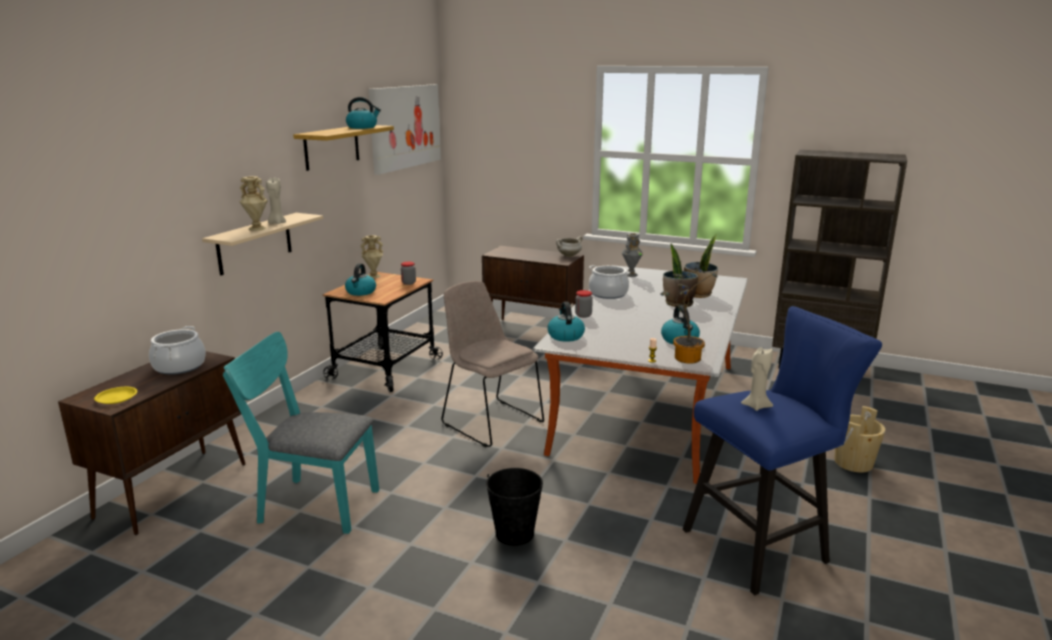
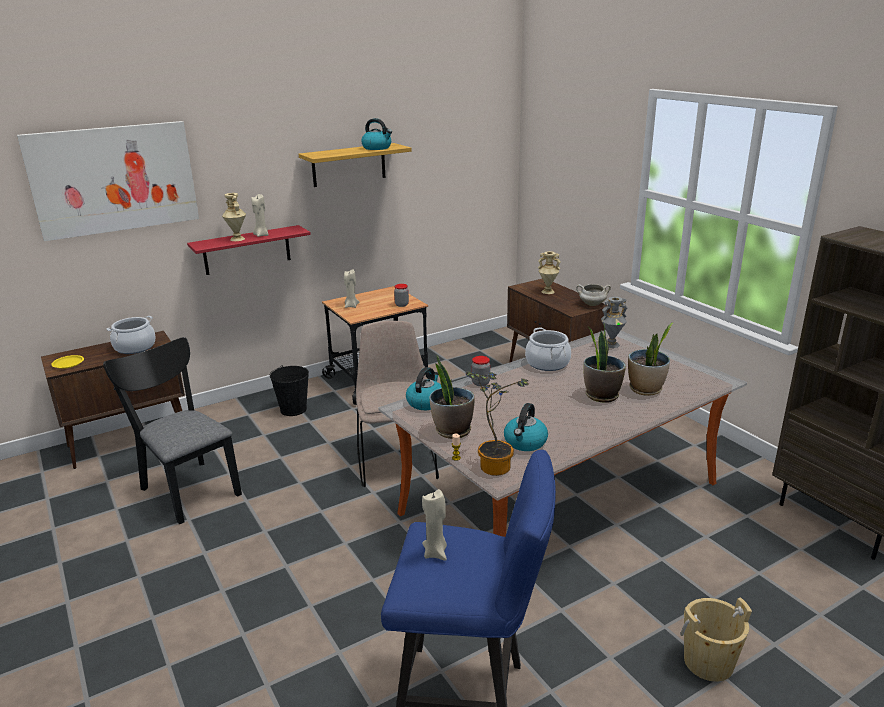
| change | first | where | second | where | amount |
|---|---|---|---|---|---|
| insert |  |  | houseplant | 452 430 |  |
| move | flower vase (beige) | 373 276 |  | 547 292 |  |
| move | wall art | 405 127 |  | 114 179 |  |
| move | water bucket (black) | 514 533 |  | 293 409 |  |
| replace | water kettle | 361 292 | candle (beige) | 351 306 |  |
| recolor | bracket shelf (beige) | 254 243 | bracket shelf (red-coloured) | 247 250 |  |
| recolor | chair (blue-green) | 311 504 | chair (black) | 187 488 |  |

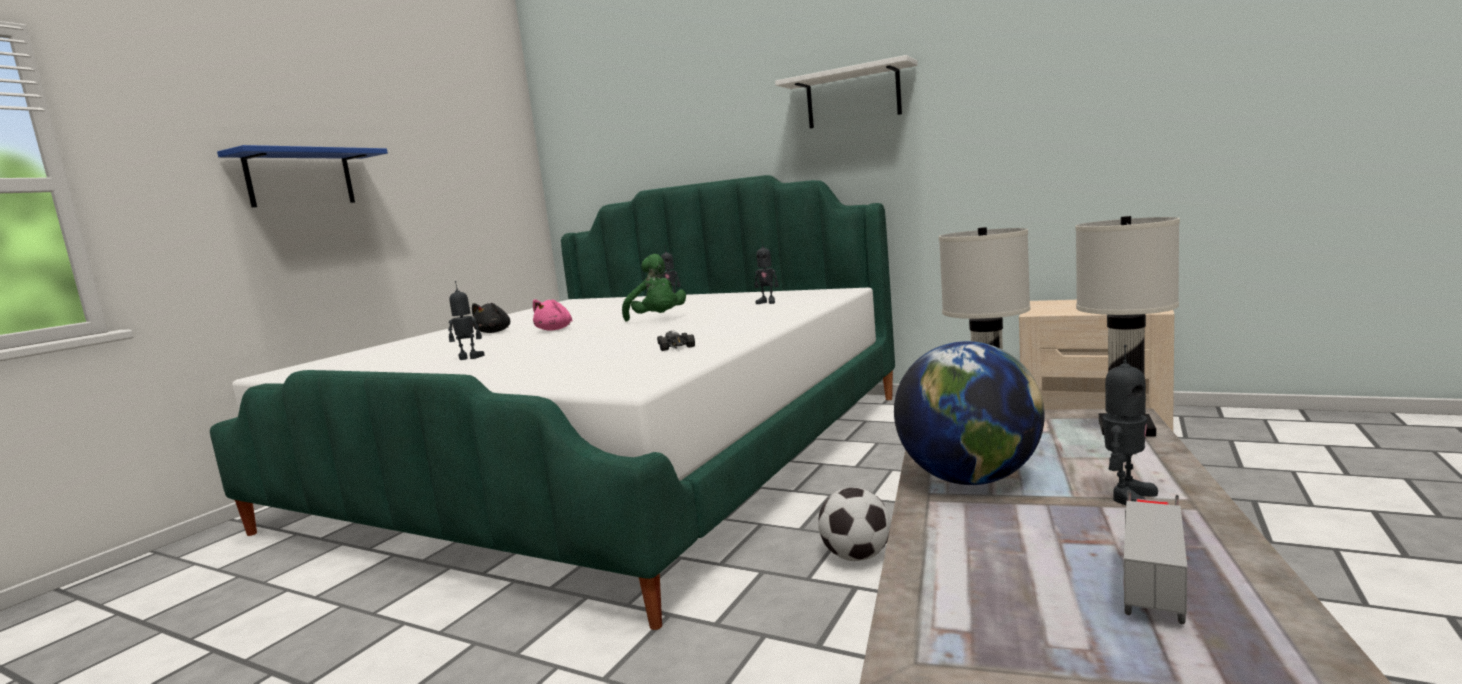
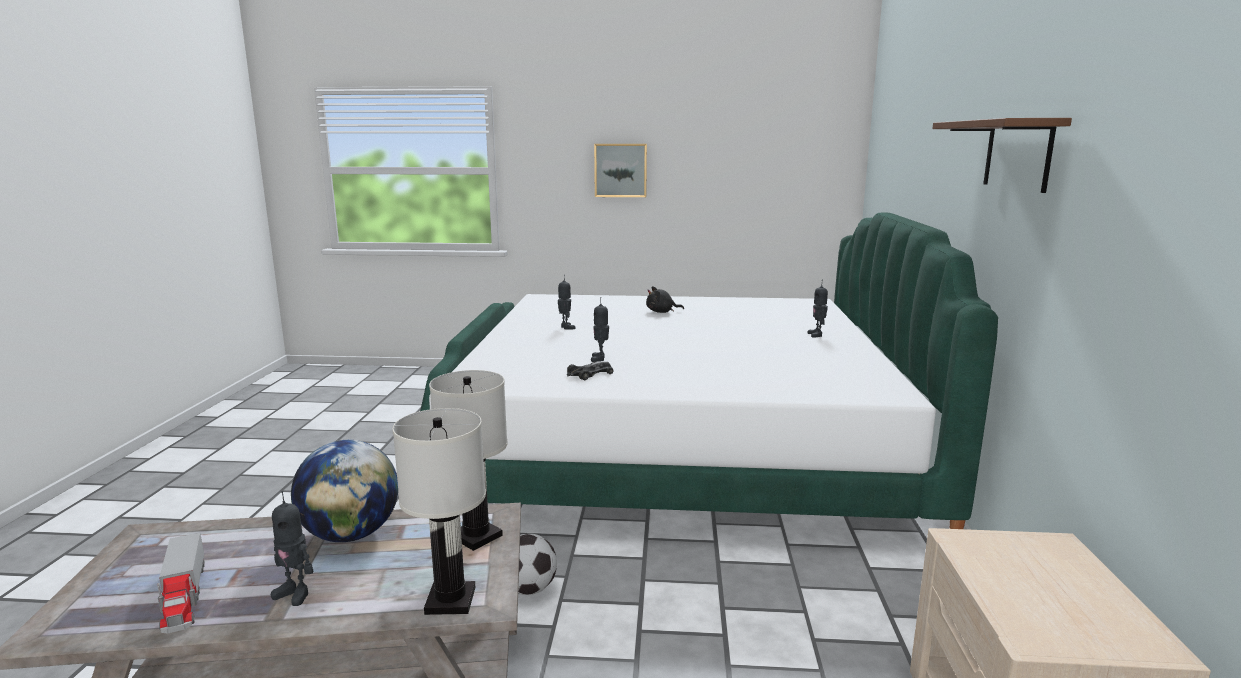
| change | first | where | second | where | amount |
|---|---|---|---|---|---|
| delete | plush toy (pinkish) | 555 329 |  |  |  |
| delete | plush toy (green-coloured) | 657 320 |  |  |  |
| move | robot figure | 767 302 |  | 600 358 |  |
| replace | bracket shelf (blue-coloured) | 300 178 | wall art | 620 170 |  |
| recolor | bracket shelf (white-coloured) | 853 97 | bracket shelf (brown-coloured) | 1017 154 |  |
| rotate | model truck | 1153 572 |  | 184 596 | 60 degrees clockwise |

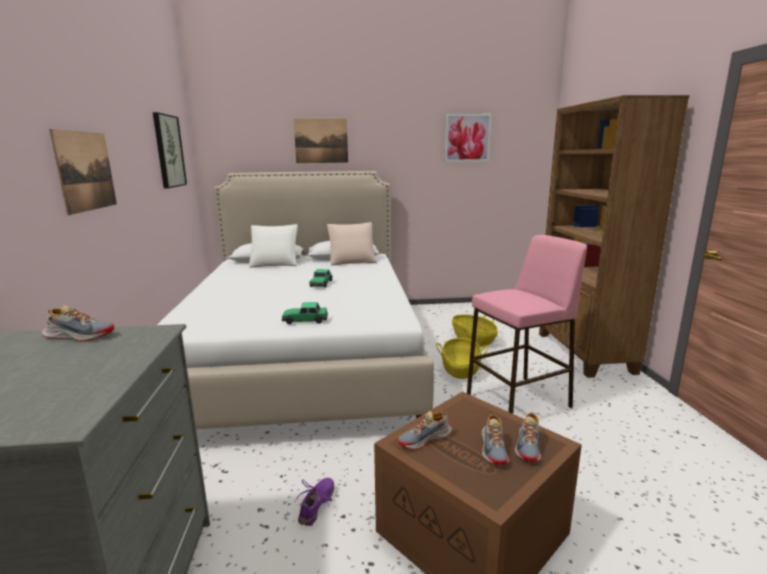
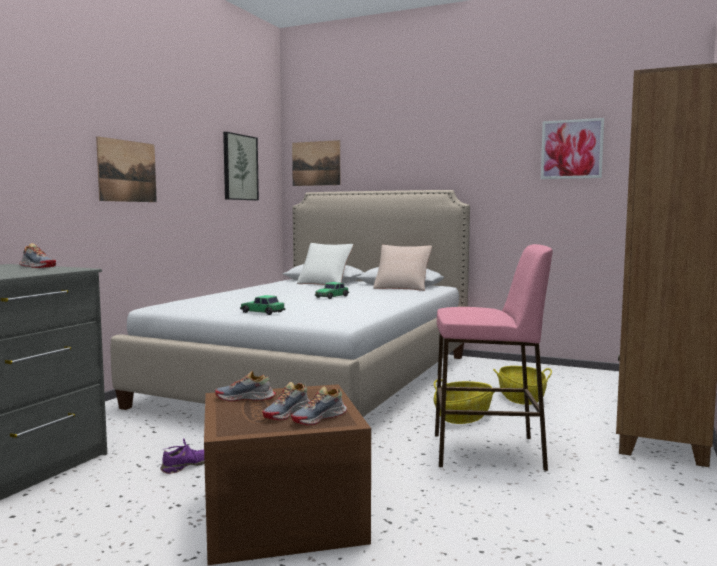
| change | first | where | second | where | amount |
|---|---|---|---|---|---|
| move | wall art | 321 141 |  | 316 163 |  |

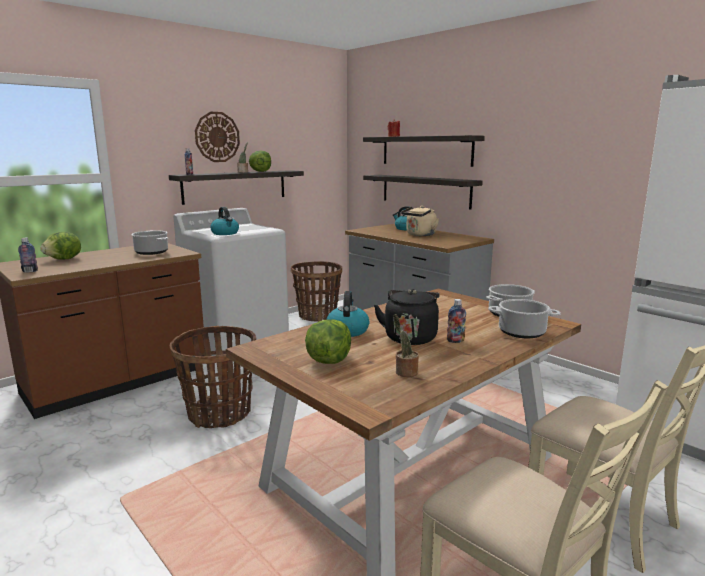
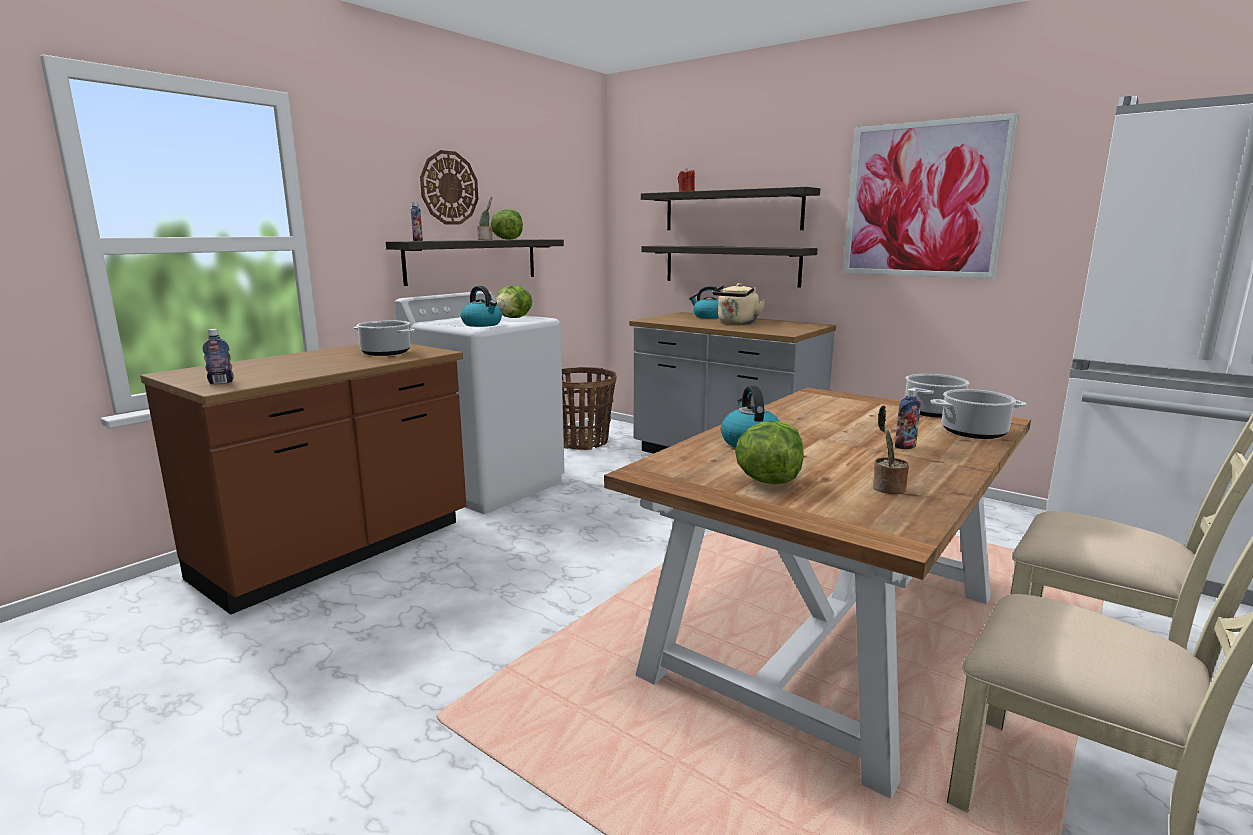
| change | first | where | second | where | amount |
|---|---|---|---|---|---|
| delete | household basket | 219 414 |  |  |  |
| delete | water kettle (black) | 410 337 |  |  |  |
| insert |  |  | wall art | 923 200 |  |
| move | lettuce head | 64 259 |  | 514 318 |  |

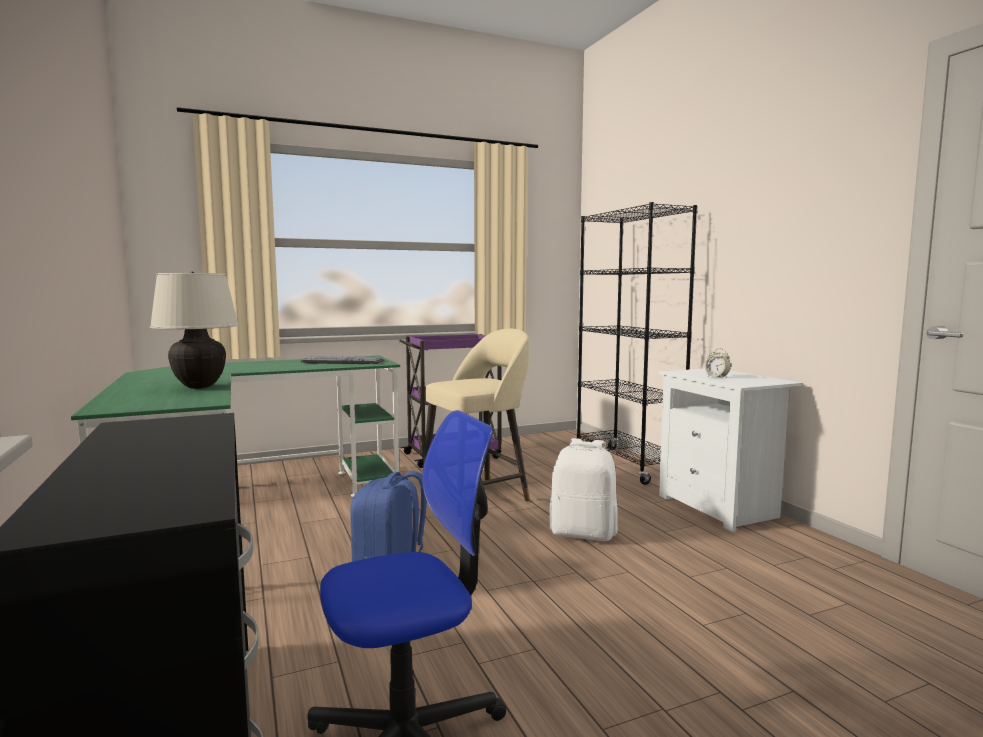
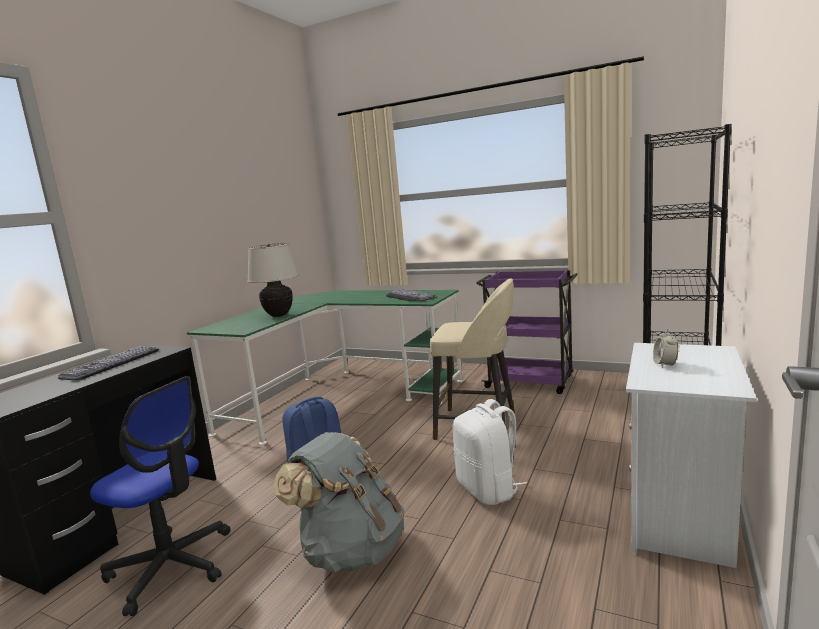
| change | first | where | second | where | amount |
|---|---|---|---|---|---|
| insert |  |  | computer keyboard | 108 363 |  |
| insert |  |  | knapsack (greyish) | 351 550 |  |

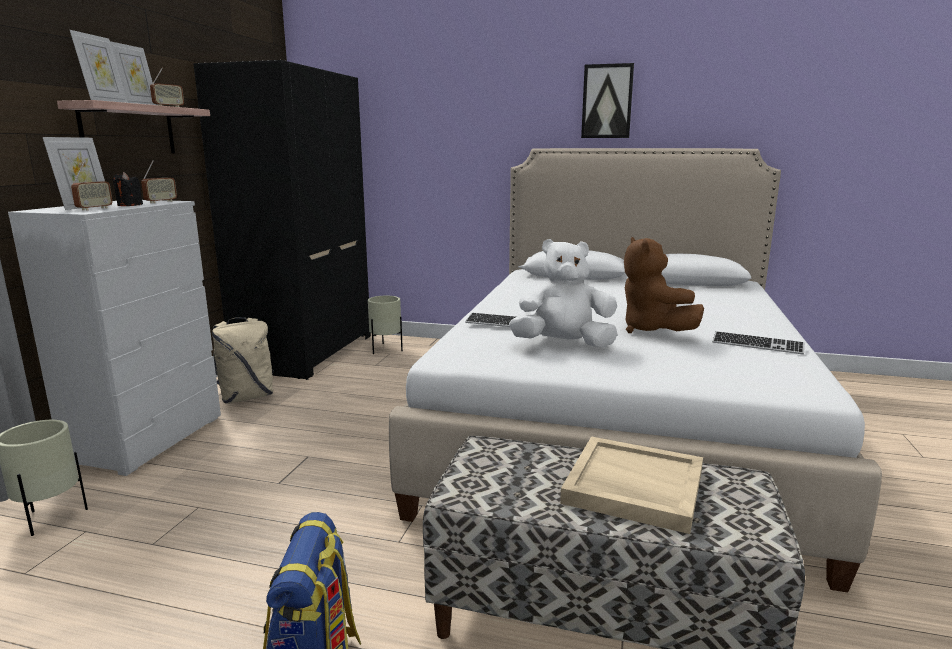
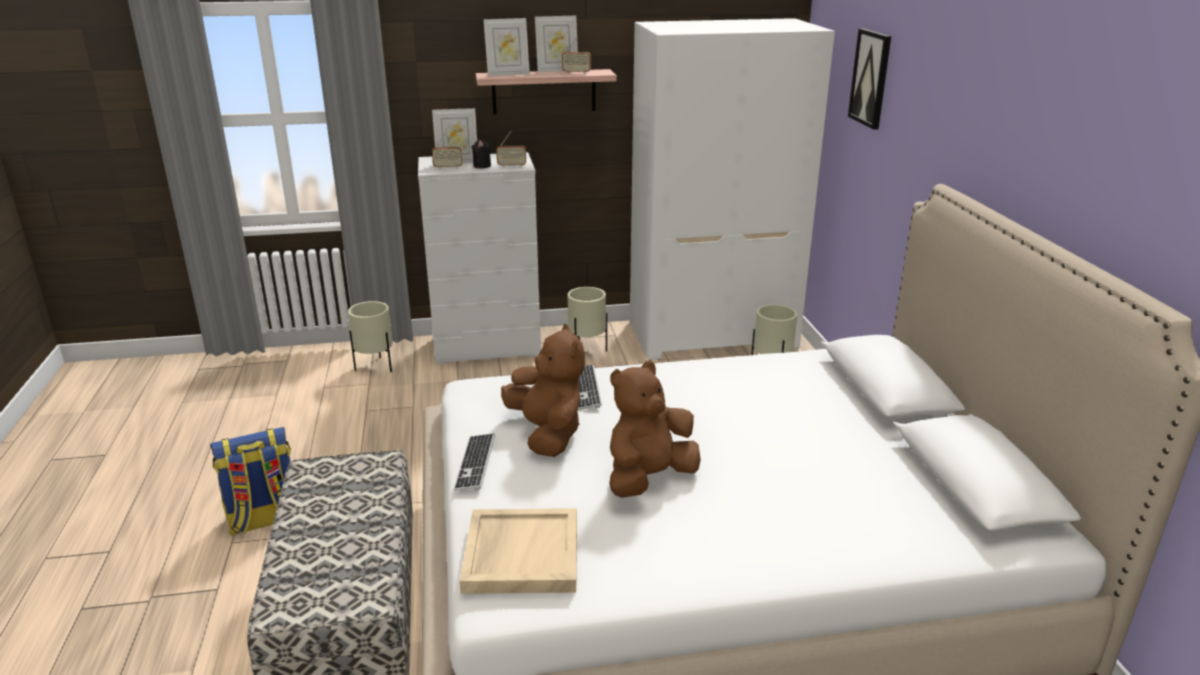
| change | first | where | second | where | amount |
|---|---|---|---|---|---|
| move | tray (beige) | 632 487 |  | 521 554 |  |
| move | wall art | 607 101 |  | 871 78 |  |
| move | computer keyboard | 757 345 |  | 475 463 |  |
| replace | knapsack (beige) | 246 397 | plant pot (beige) | 587 350 |  |
| recolor | armoire (black) | 305 352 | armoire (white-coloured) | 712 334 |  |
| recolor | plush toy (white-coloured) | 563 345 | plush toy (brown-coloured) | 547 434 |  |

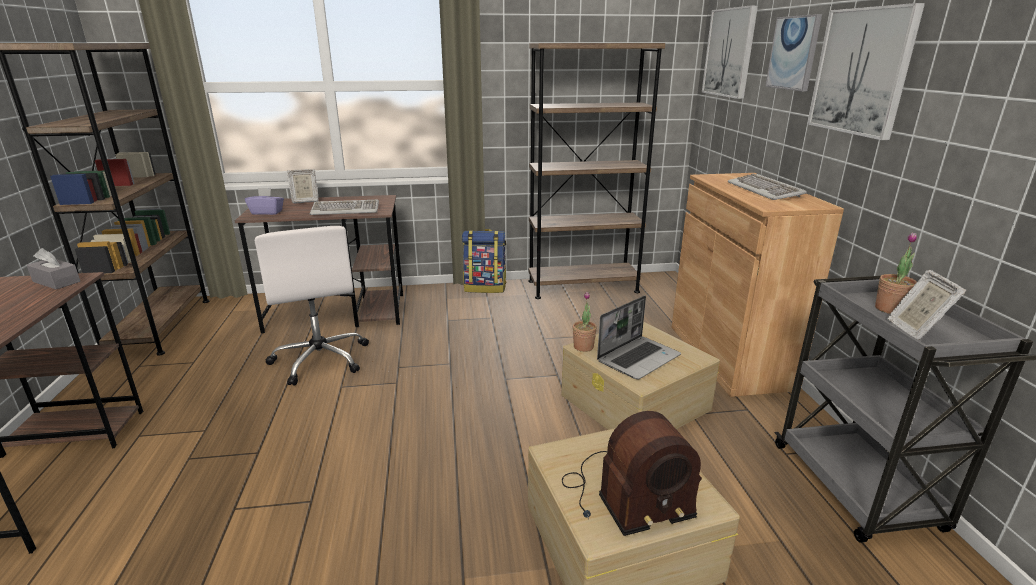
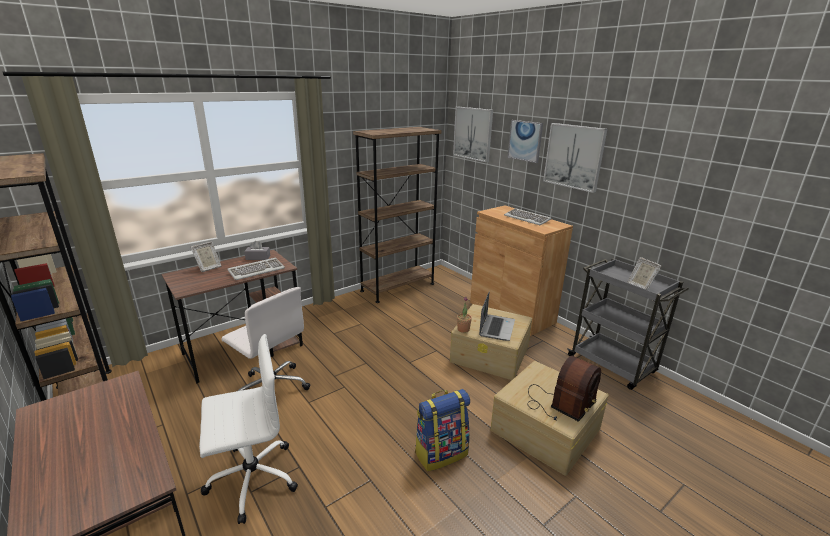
| change | first | where | second | where | amount |
|---|---|---|---|---|---|
| delete | tissue box (purple-coloured) | 267 212 |  |  |  |
| delete | houseplant | 890 309 |  |  |  |
| insert |  |  | office chair (white-coloured) | 251 478 |  |
| move | tissue box (greyish) | 56 282 |  | 258 257 |  |
| move | knapsack | 485 287 |  | 441 453 |  |

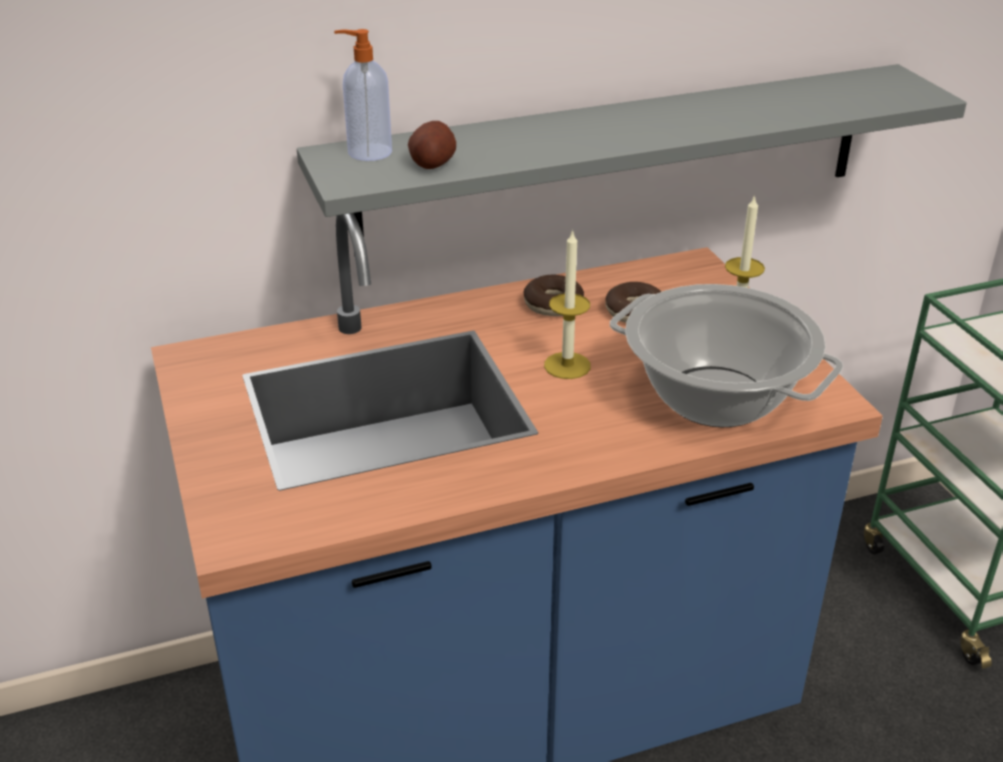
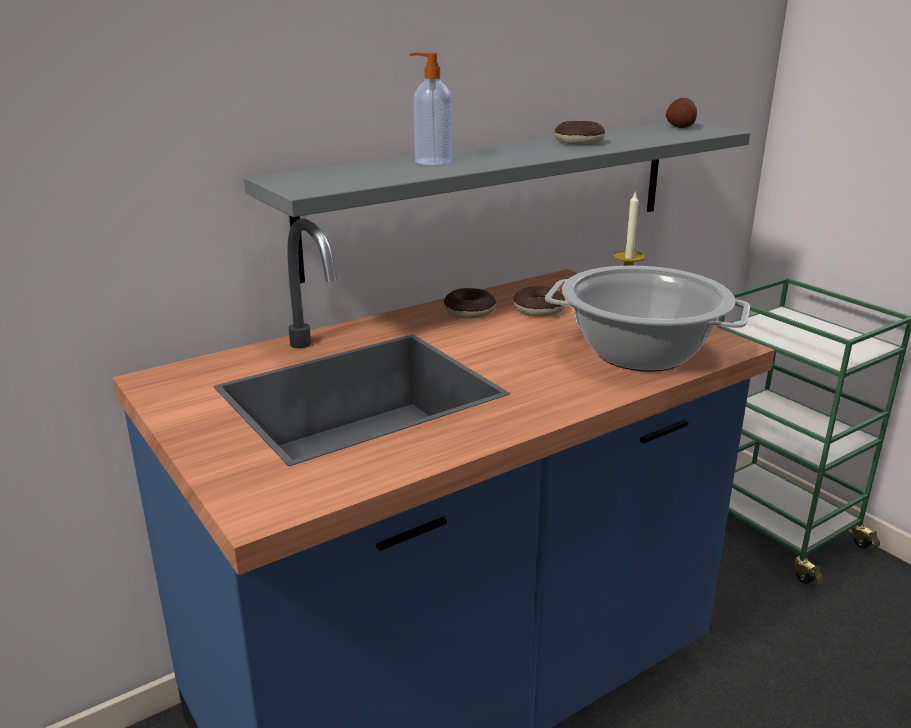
| change | first | where | second | where | amount |
|---|---|---|---|---|---|
| delete | candle | 567 365 |  |  |  |
| insert |  |  | ring doughnut | 579 142 |  |
| move | soap dispenser | 368 152 |  | 431 162 |  |
| move | potato | 432 163 |  | 680 127 |  |

